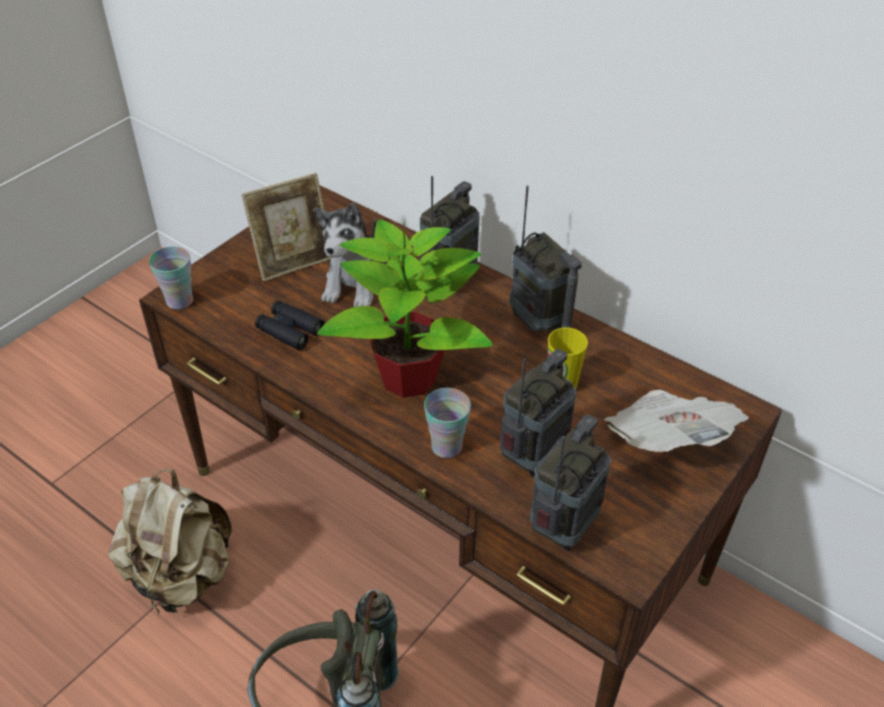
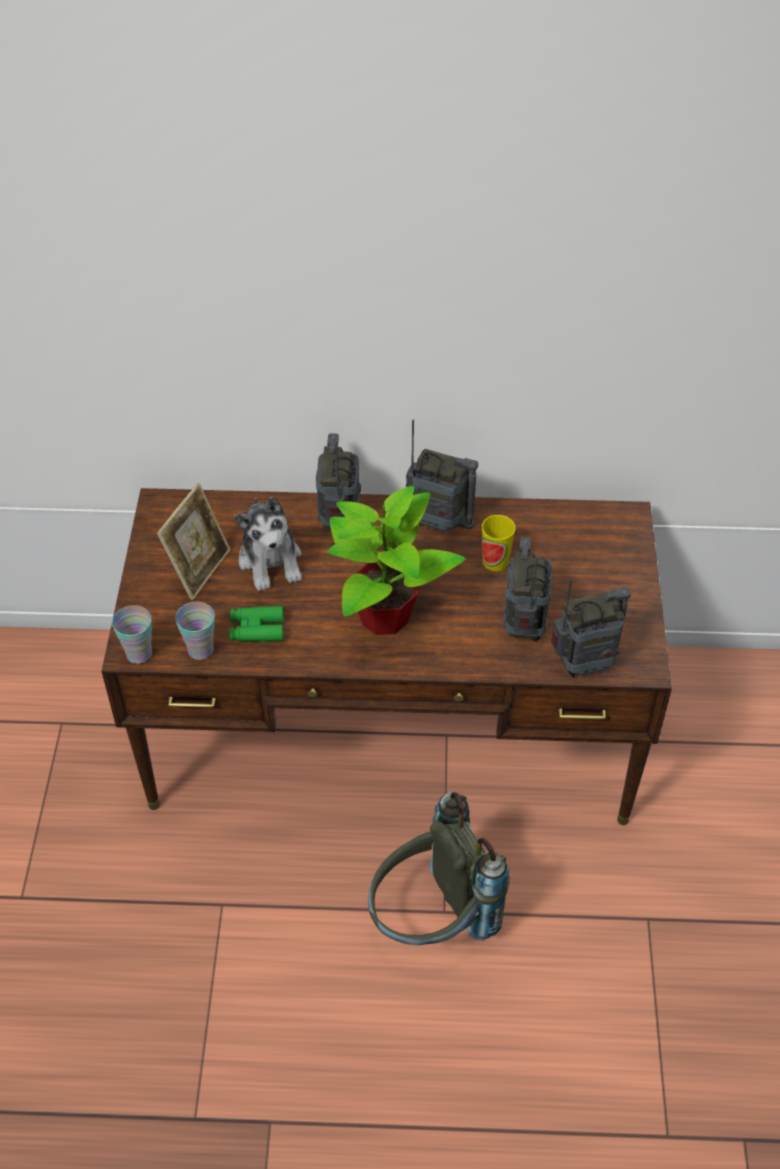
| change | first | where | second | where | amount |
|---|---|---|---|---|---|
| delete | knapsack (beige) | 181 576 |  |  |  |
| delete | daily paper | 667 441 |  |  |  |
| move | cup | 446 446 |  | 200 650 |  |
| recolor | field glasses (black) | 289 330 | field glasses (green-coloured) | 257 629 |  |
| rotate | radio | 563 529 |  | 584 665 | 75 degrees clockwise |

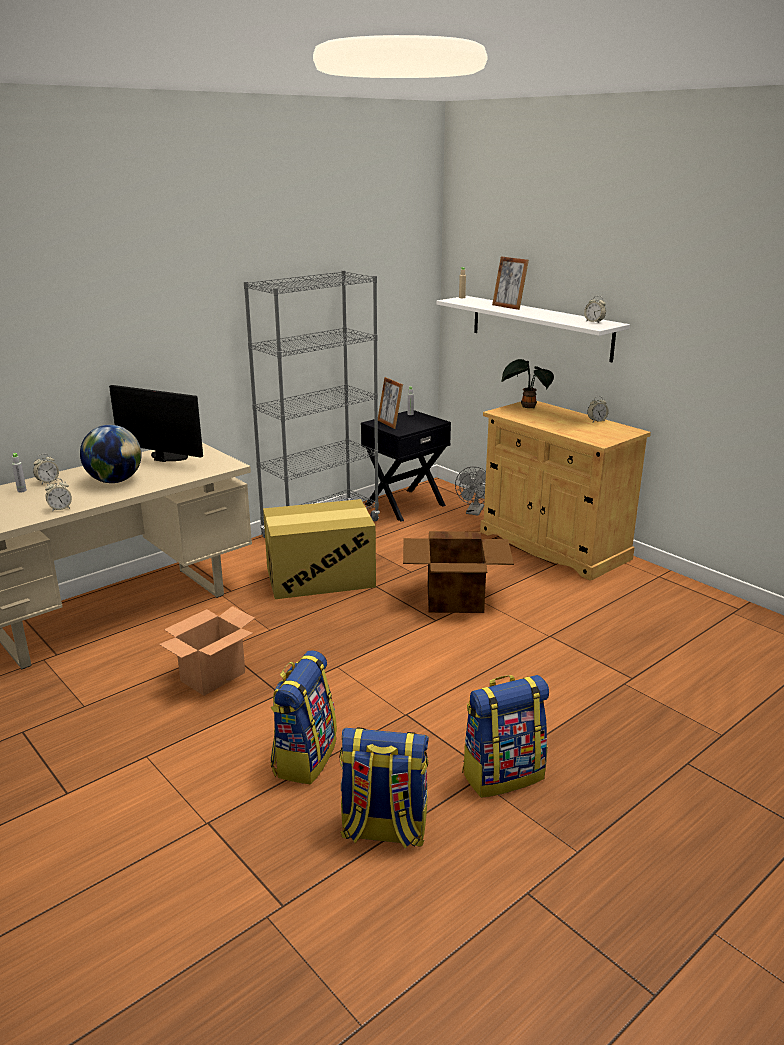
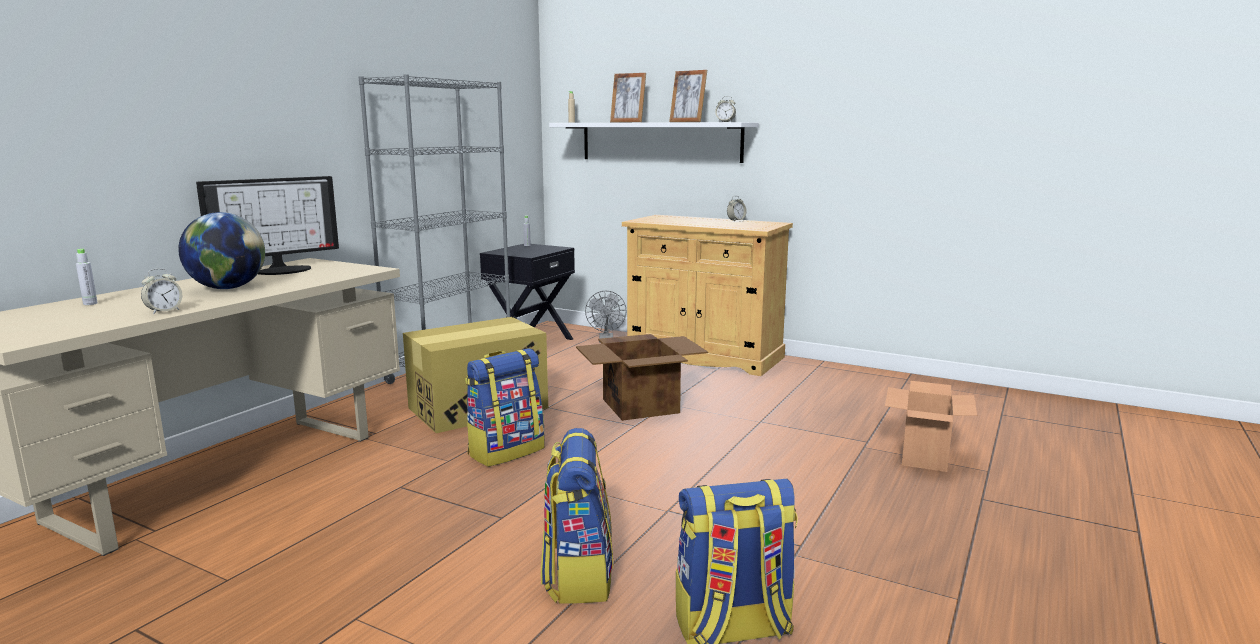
| change | first | where | second | where | amount |
|---|---|---|---|---|---|
| delete | bedside clock | 47 481 |  |  |  |
| delete | houseplant | 526 407 |  |  |  |
| move | packing box | 212 677 |  | 924 457 |  |
| move | photo frame | 389 424 |  | 687 122 |  |
| move | knapsack | 502 774 |  | 506 451 |  |
| rotate | computer screen | 166 457 |  | 283 270 | 135 degrees clockwise |

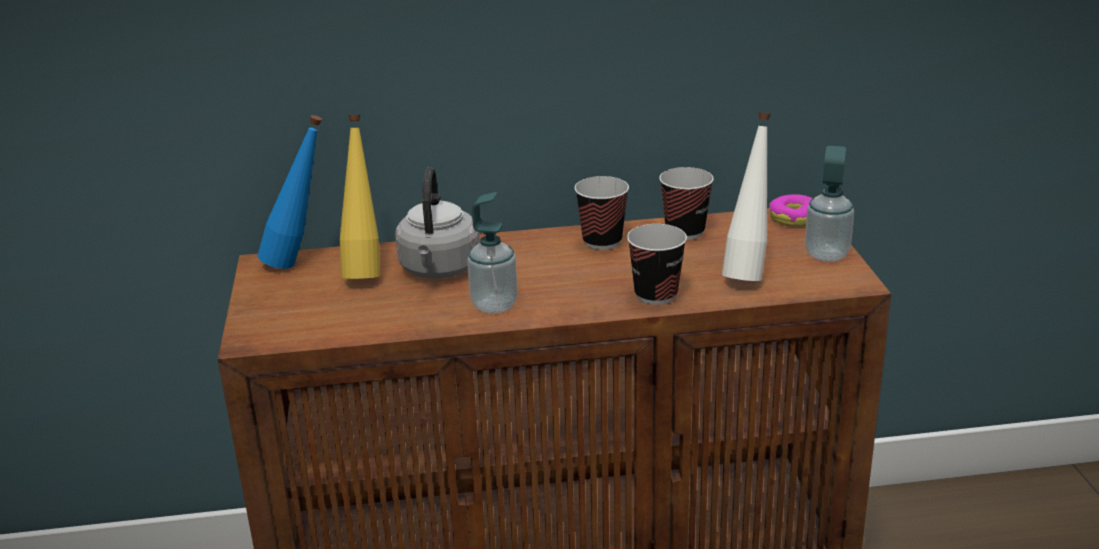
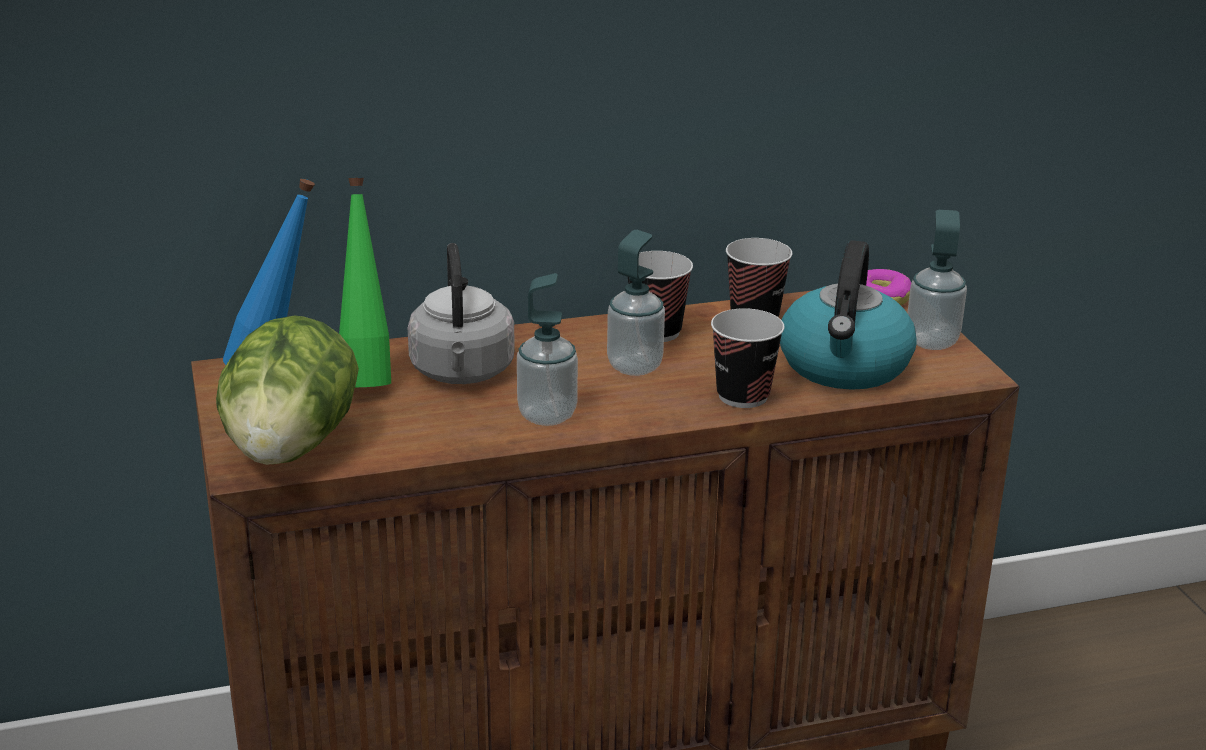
| change | first | where | second | where | amount |
|---|---|---|---|---|---|
| insert |  |  | lettuce head | 291 448 |  |
| insert |  |  | soap dispenser | 634 366 |  |
| replace | bottle (white-coloured) | 747 273 | water kettle | 844 366 |  |
| recolor | bottle (yellow-coloured) | 365 271 | bottle (green-coloured) | 366 378 |  |

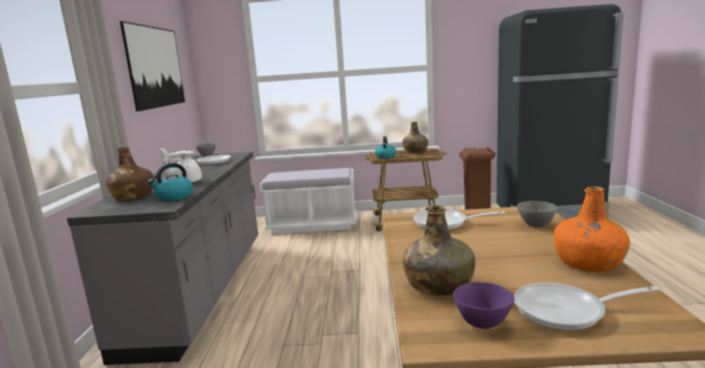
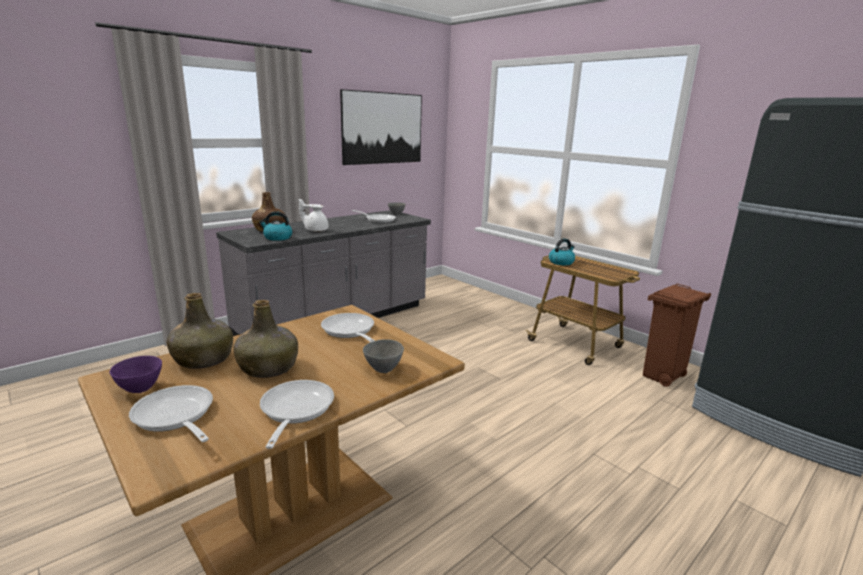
| change | first | where | second | where | amount |
|---|---|---|---|---|---|
| delete | long seat (white-coloured) | 313 225 |  |  |  |
| move | bottle (green-coloured) | 415 151 |  | 268 368 |  |
| replace | bottle (orange) | 589 263 | frying pan | 295 410 |  |

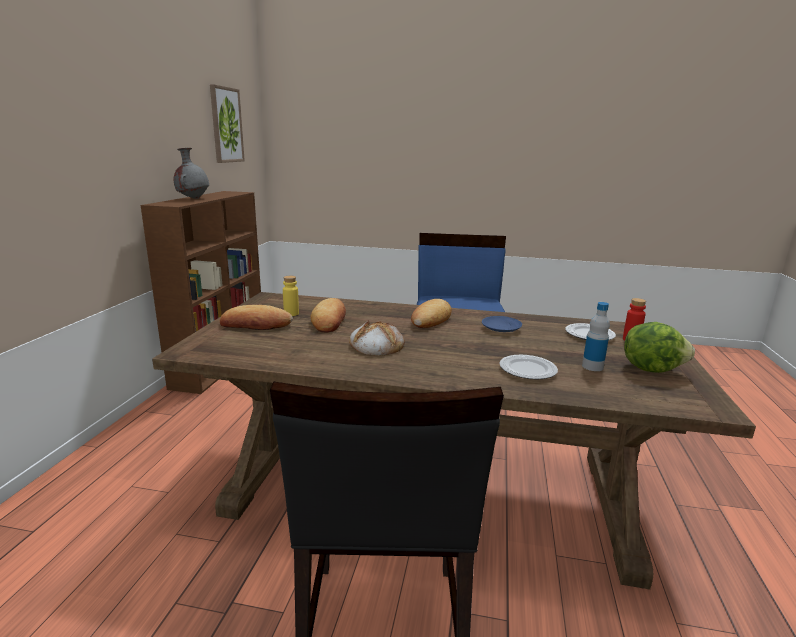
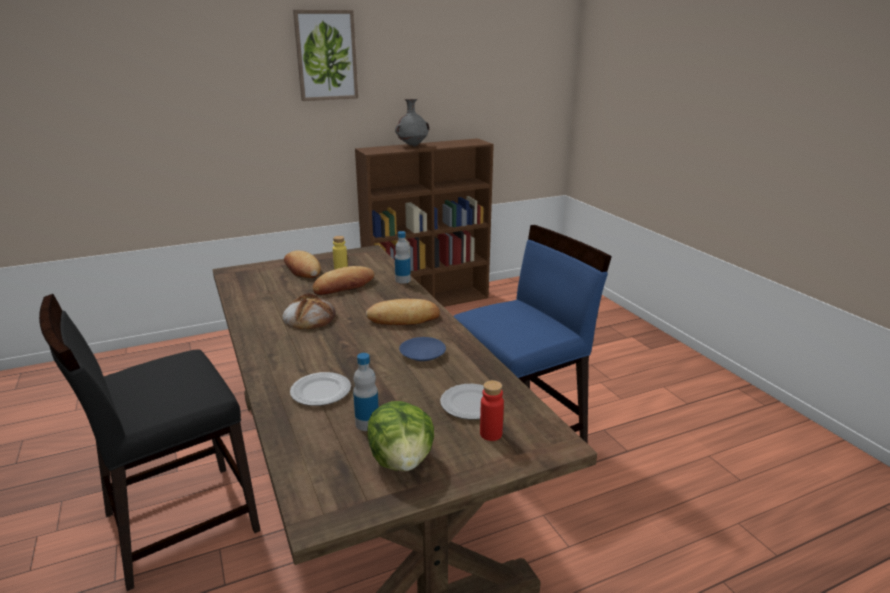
| change | first | where | second | where | amount |
|---|---|---|---|---|---|
| insert |  |  | bottle | 403 280 |  |
| move | wall art | 226 125 |  | 326 55 |  |

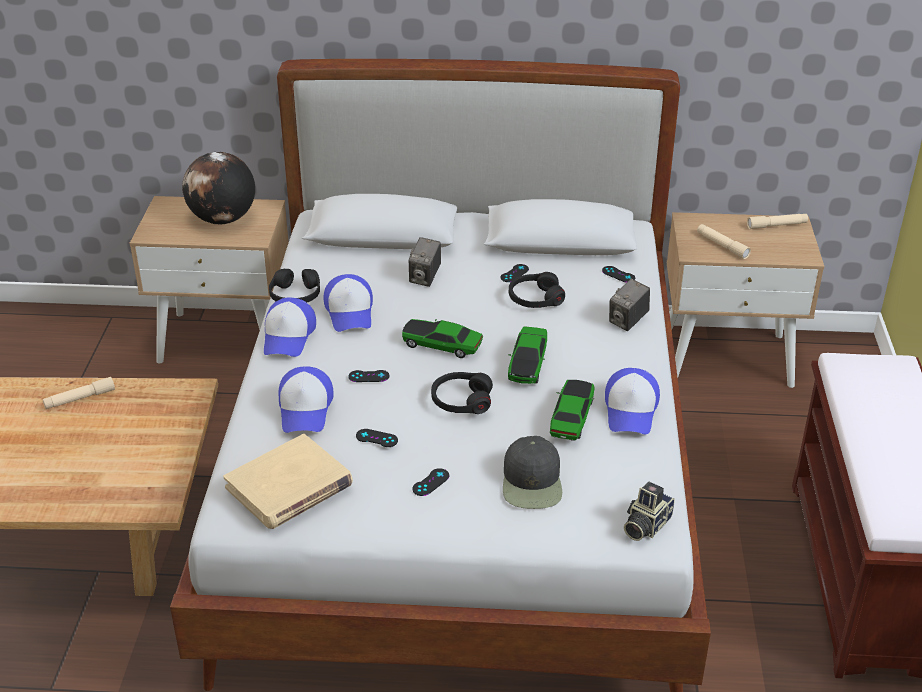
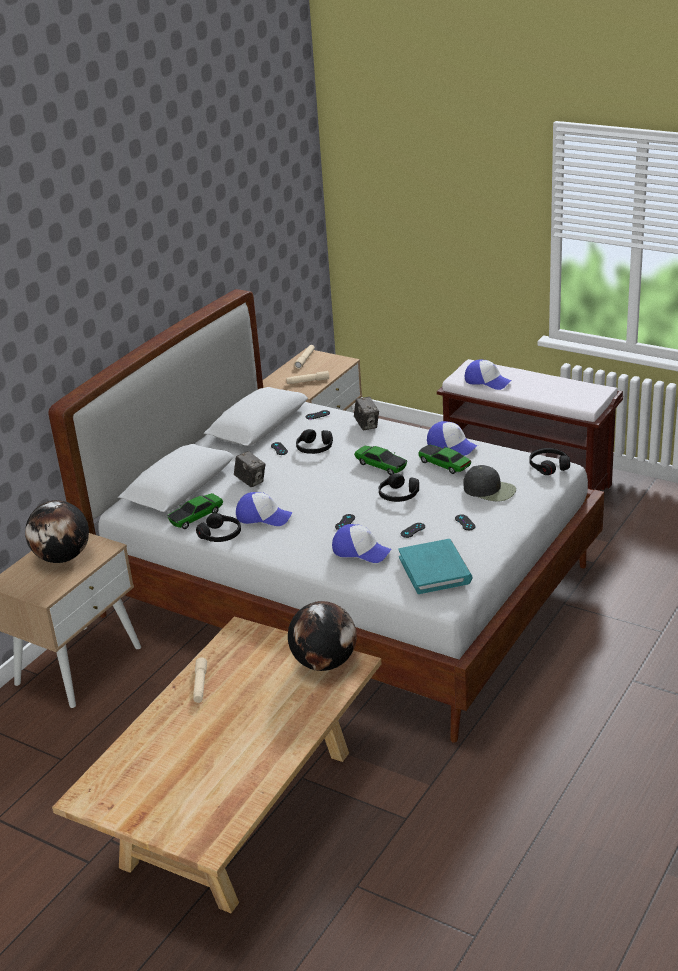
| change | first | where | second | where | amount |
|---|---|---|---|---|---|
| insert |  |  | desk globe | 324 663 |  |
| move | cap | 289 336 |  | 487 381 |  |
| move | model car | 442 346 |  | 196 517 |  |
| replace | photo camera | 645 525 | headset (black) | 548 466 |  |
| recolor | bound book (beige) | 289 487 | bound book (blue-green) | 435 570 |  |

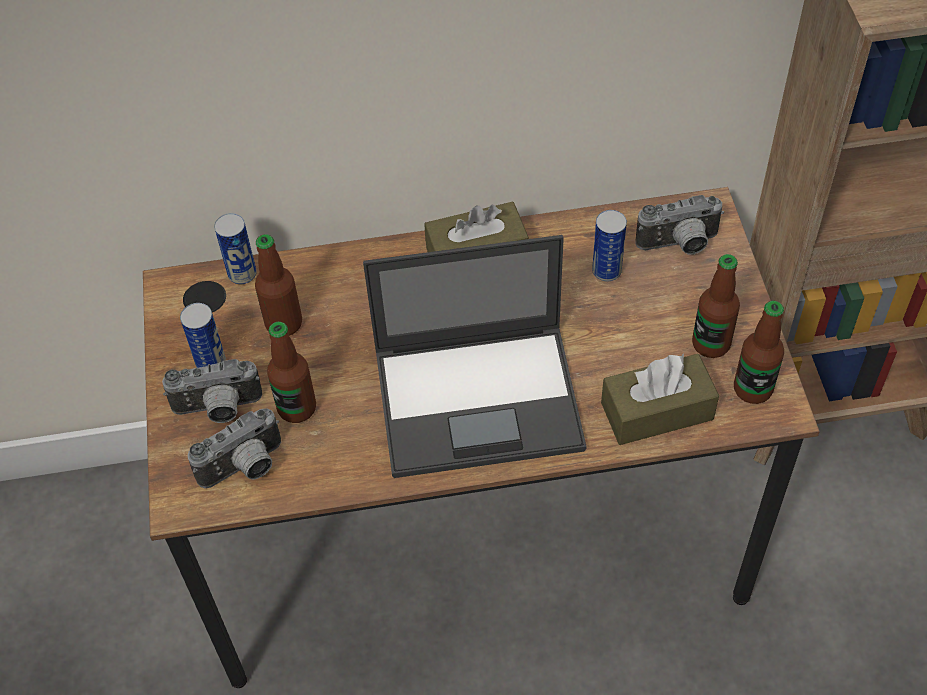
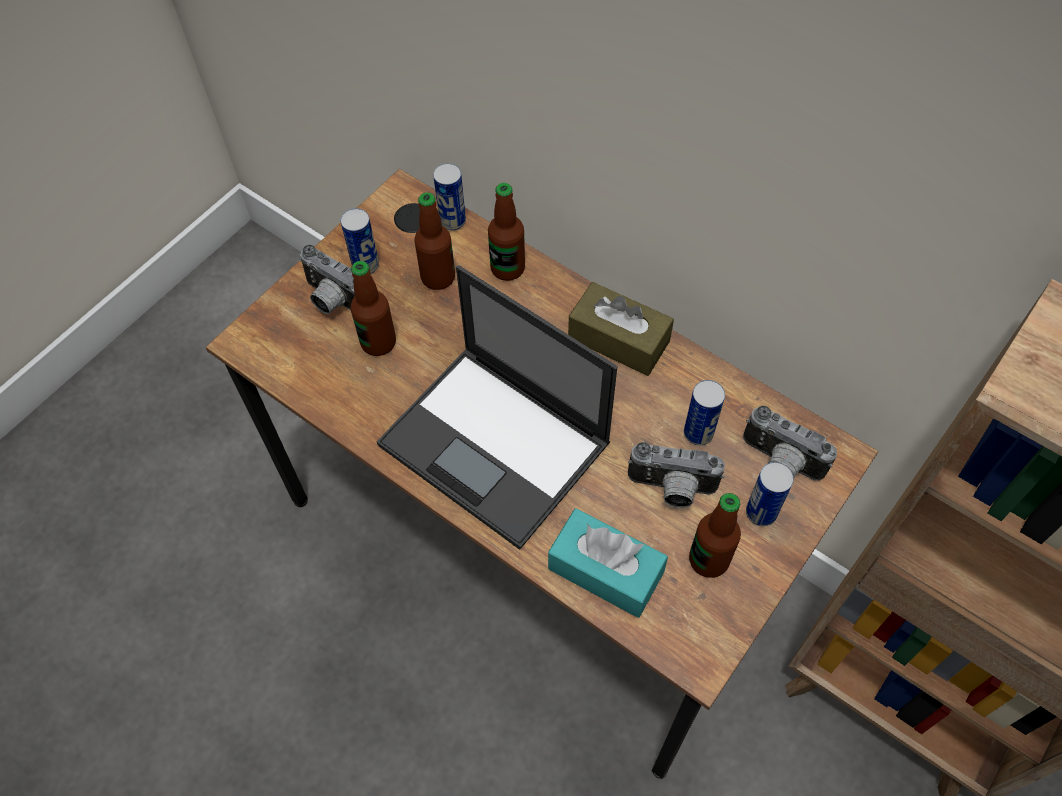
| change | first | where | second | where | amount |
|---|---|---|---|---|---|
| insert |  |  | metal can | 761 512 |  |
| move | photo camera | 245 468 |  | 671 490 |  |
| move | bottle | 752 389 |  | 507 268 |  |
| recolor | tissue box (brown-coloured) | 657 411 | tissue box (blue-green) | 605 571 |  |

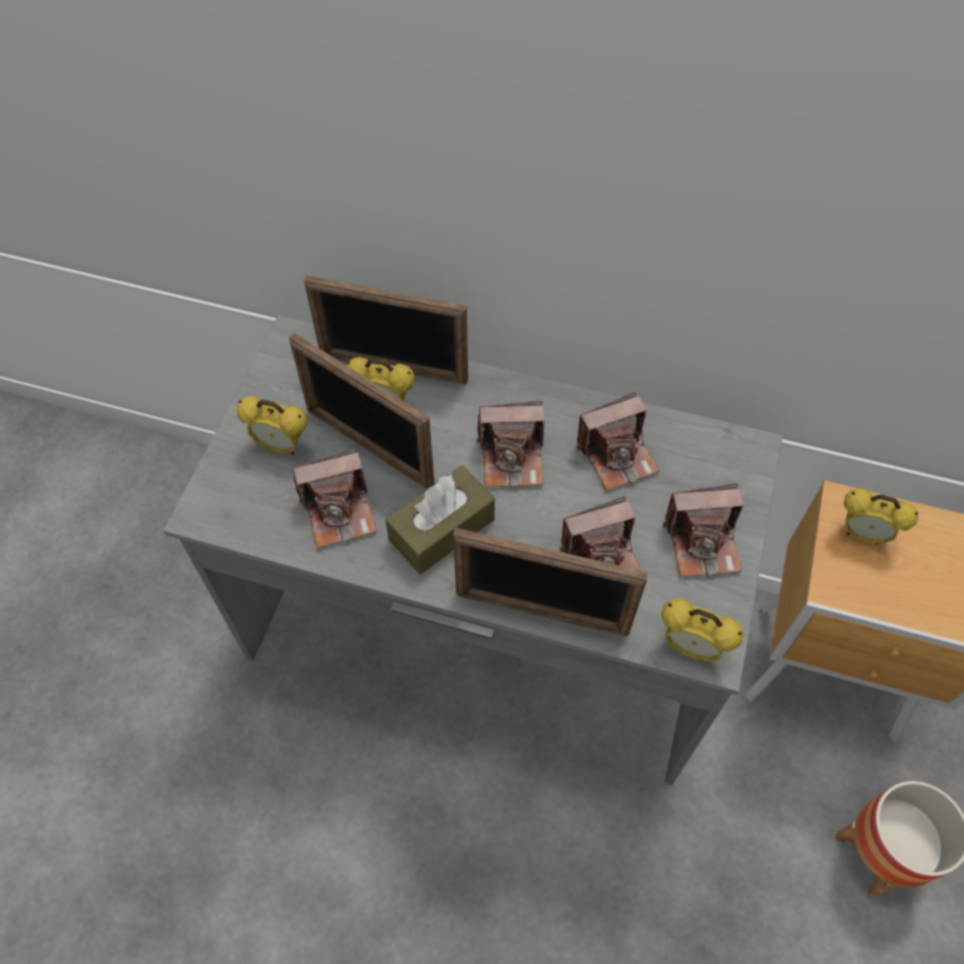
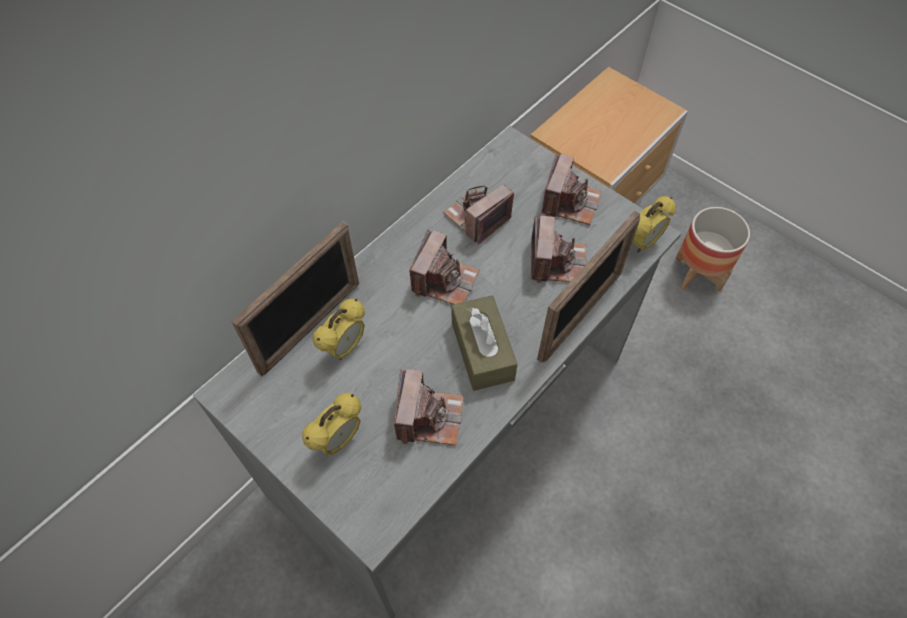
| change | first | where | second | where | amount |
|---|---|---|---|---|---|
| delete | photo frame | 368 447 |  |  |  |
| delete | bedside clock | 862 534 |  |  |  |
| rotate | photo camera | 617 455 |  | 477 218 | 135 degrees counterclockwise |

